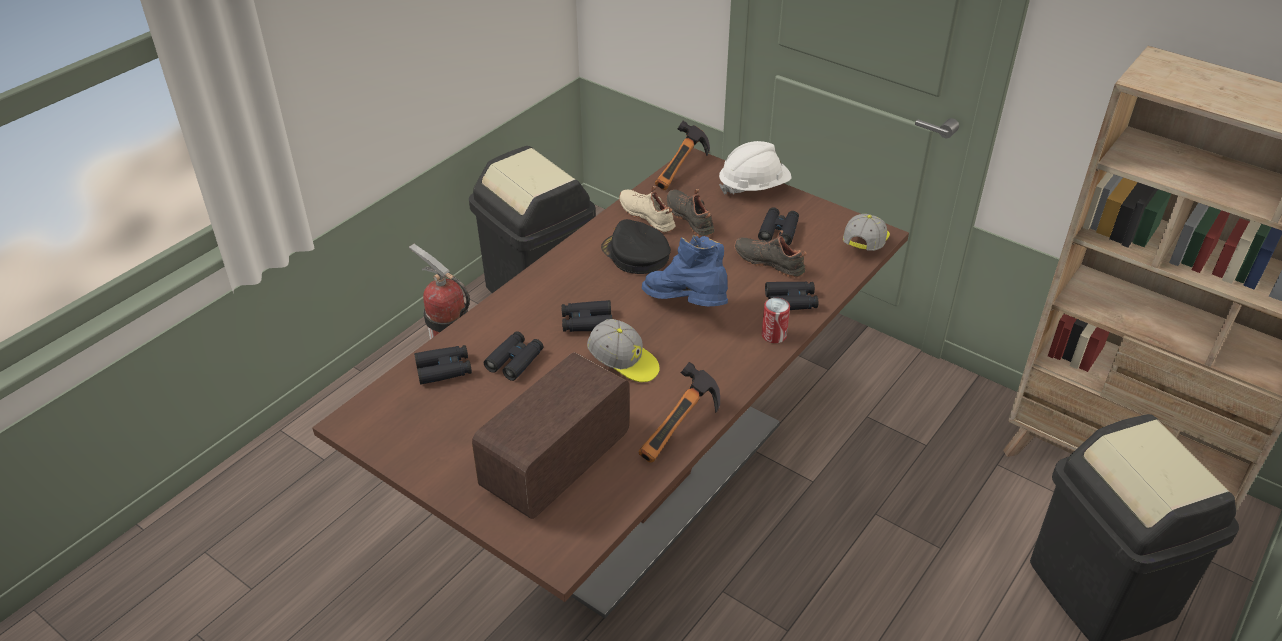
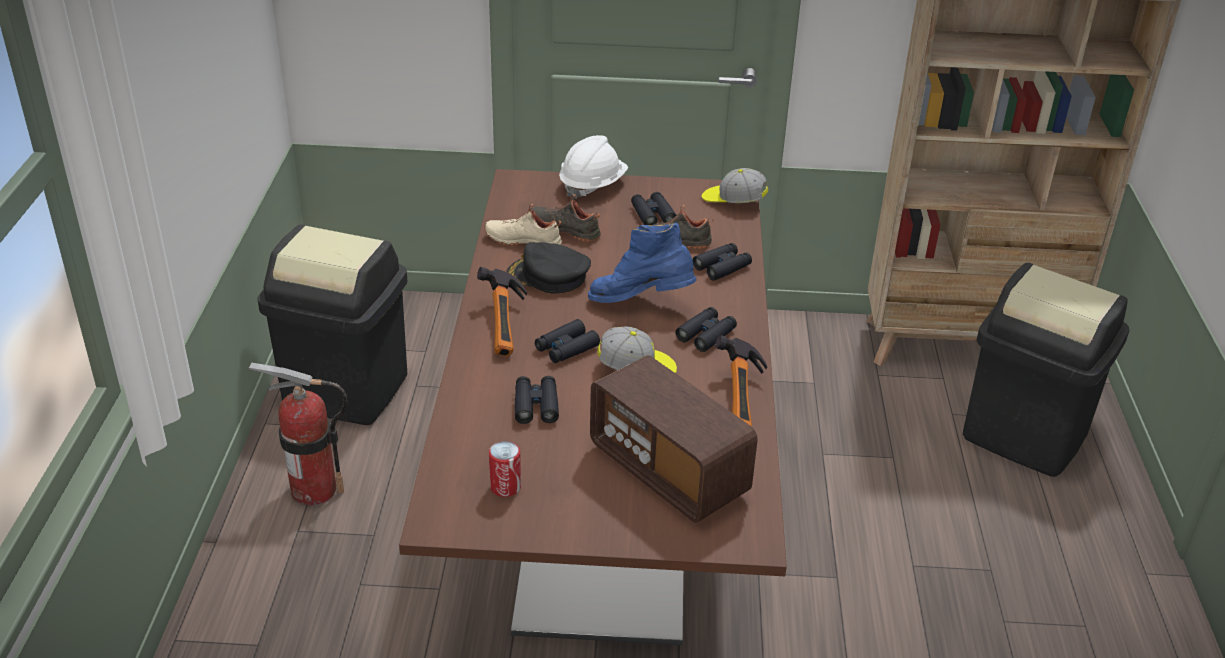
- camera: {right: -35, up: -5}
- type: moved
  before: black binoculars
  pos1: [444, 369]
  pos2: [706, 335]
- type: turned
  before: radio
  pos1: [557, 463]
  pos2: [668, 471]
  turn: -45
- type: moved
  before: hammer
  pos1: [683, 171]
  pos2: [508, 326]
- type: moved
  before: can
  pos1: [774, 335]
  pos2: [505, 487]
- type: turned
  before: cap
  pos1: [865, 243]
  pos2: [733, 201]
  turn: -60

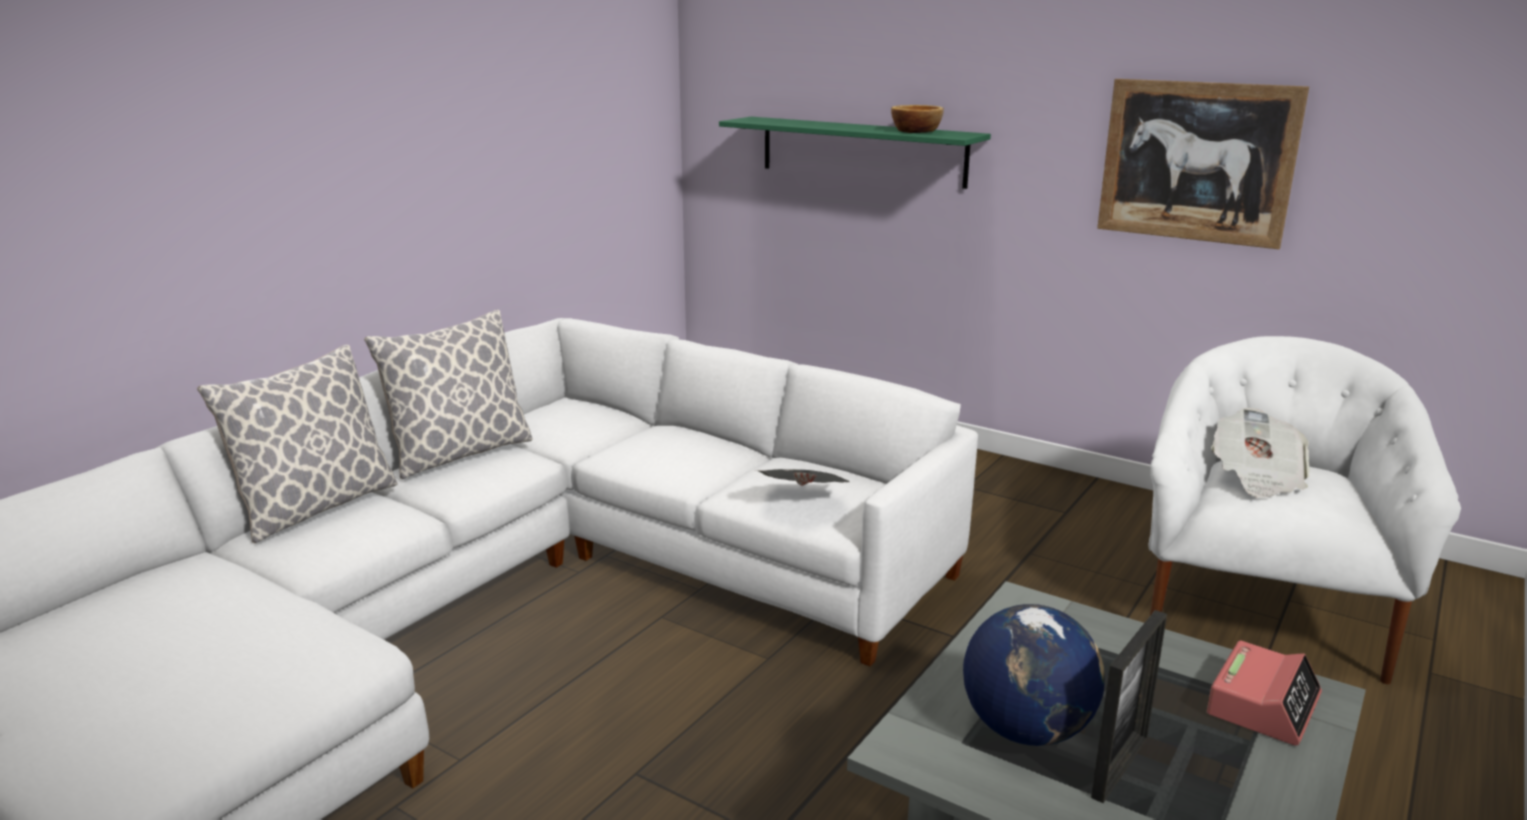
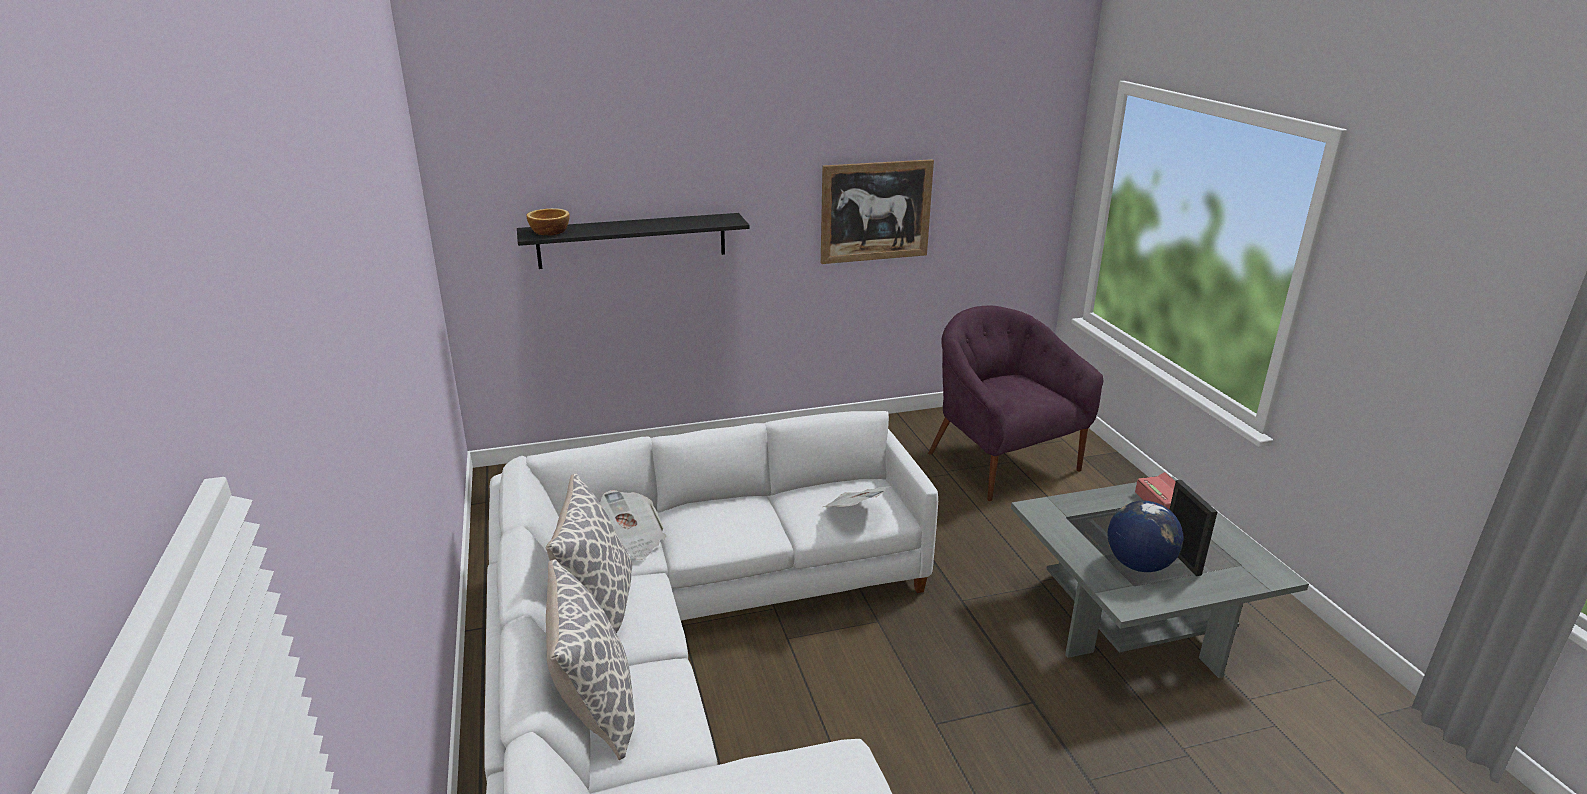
- camera: {right: -50, up: 5}
- type: recoloured
  before: green shelf
  after: black shelf
  pos1: [861, 151]
  pos2: [632, 240]
- type: moved
  before: bowl
  pos1: [915, 131]
  pos2: [549, 231]
- type: recoloured
  before: white armchair
  after: purple armchair
  pos1: [1259, 611]
  pos2: [1001, 461]
- type: moved
  before: newspaper
  pos1: [1256, 478]
  pos2: [631, 540]

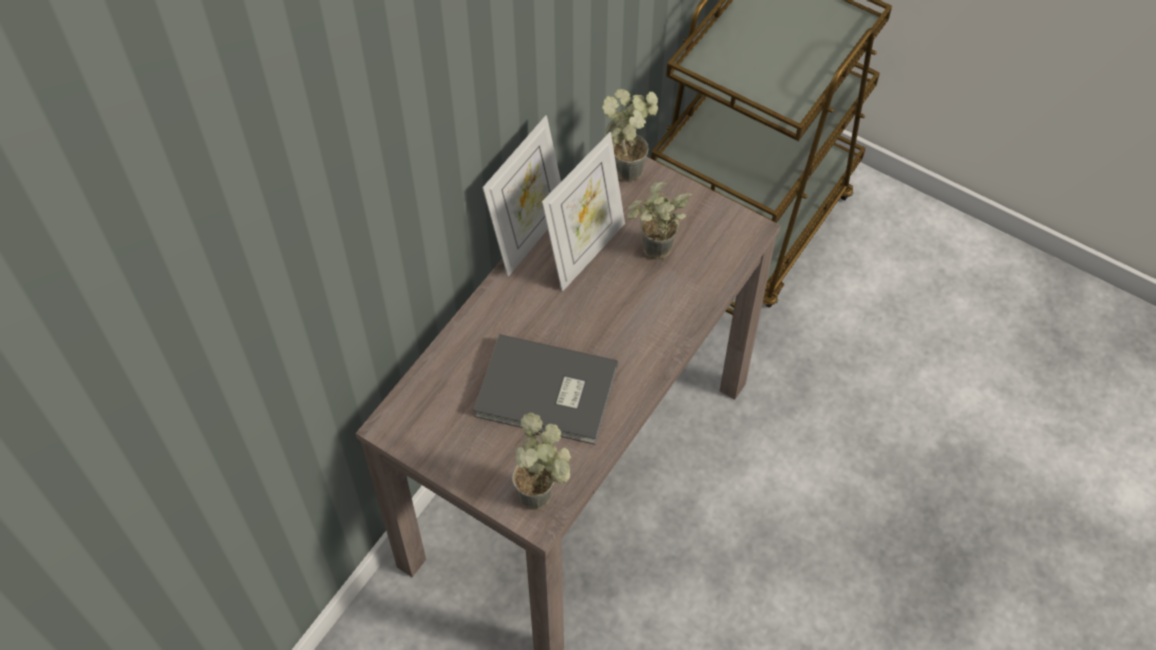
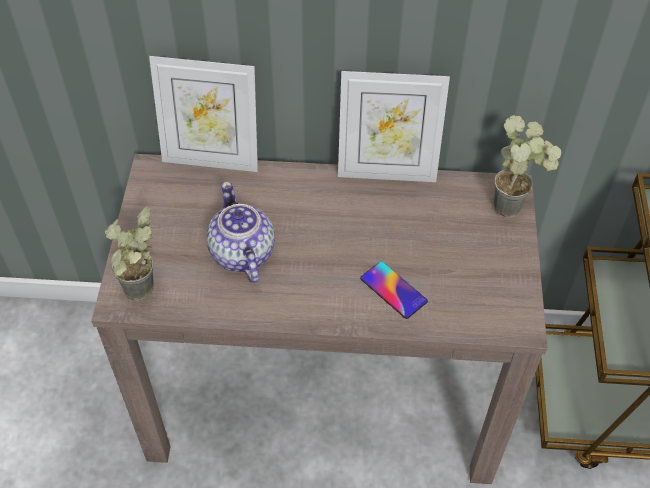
- camera: {right: 60, up: -5}
- type: replaced
  before: grey book
  after: teapot
  pos1: [547, 394]
  pos2: [241, 254]
- type: moved
  before: picture frame
  pos1: [585, 251]
  pos2: [211, 159]
- type: removed
  before: potted plant
  pos1: [652, 255]
- type: added
  after: phone
  pos2: [393, 290]

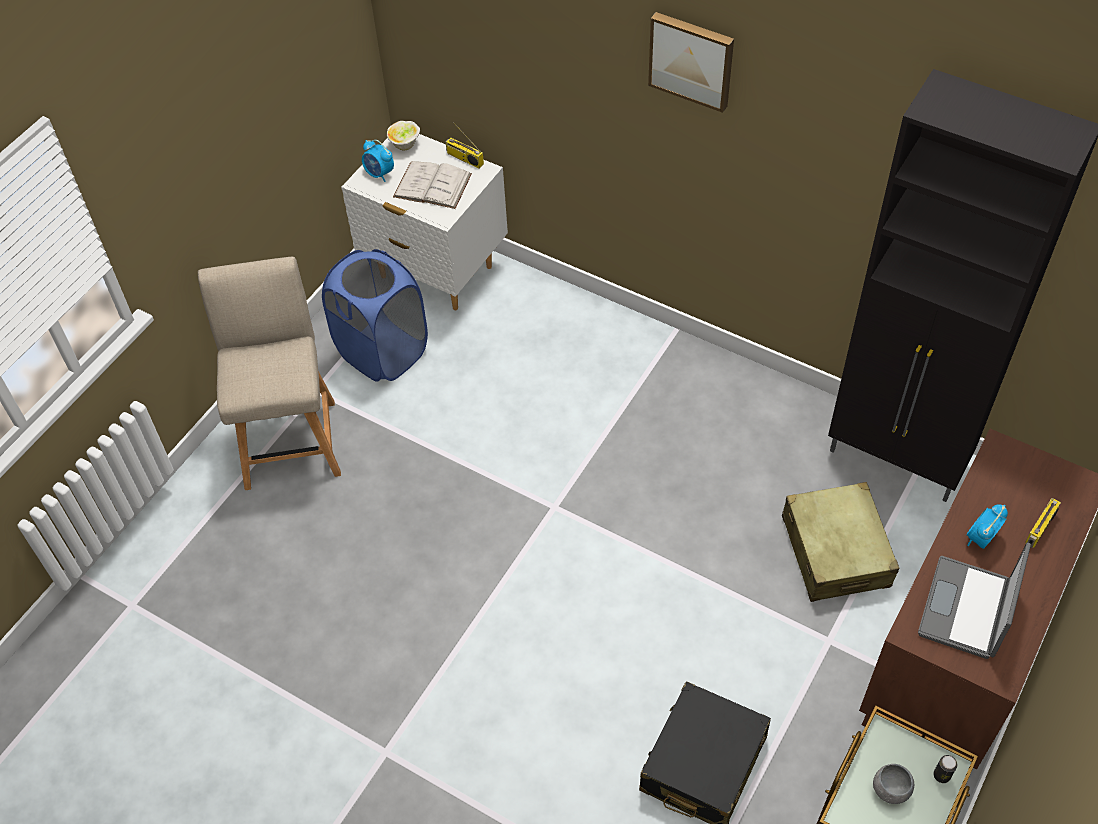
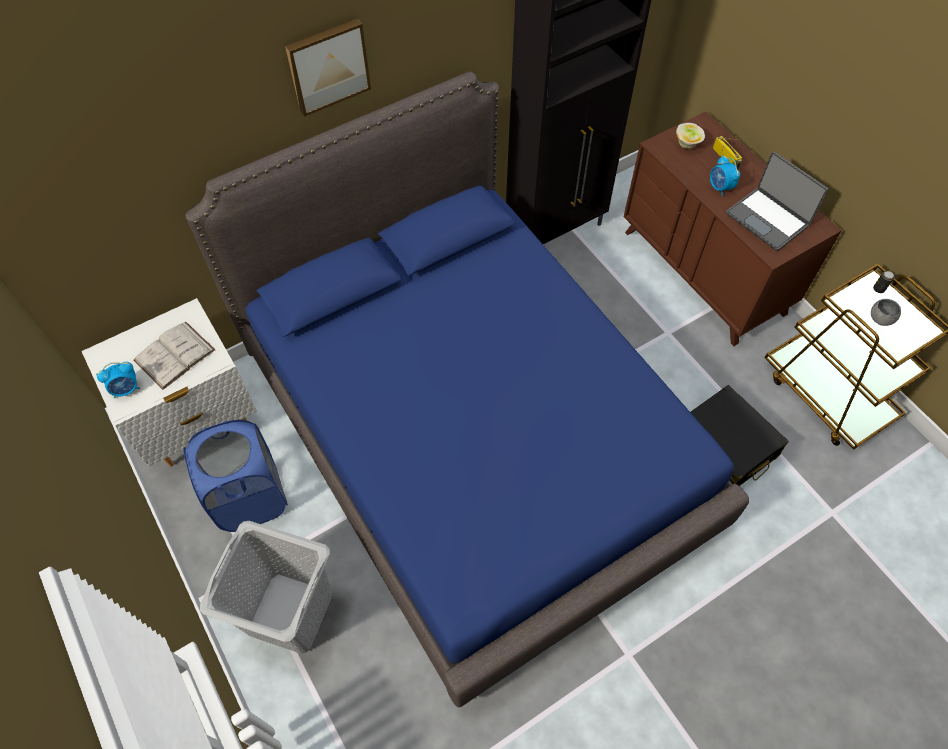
- camera: {right: -65, up: 5}
- type: replaced
  before: beige chair
  after: grey laundry basket
  pos1: [290, 439]
  pos2: [290, 611]
- type: moved
  before: bowl
  pos1: [405, 146]
  pos2: [687, 145]
- type: removed
  before: radio
  pos1: [464, 159]
- type: removed
  before: beige suitcase
  pos1: [835, 551]
- type: added
  after: blue bed
  pos2: [474, 440]

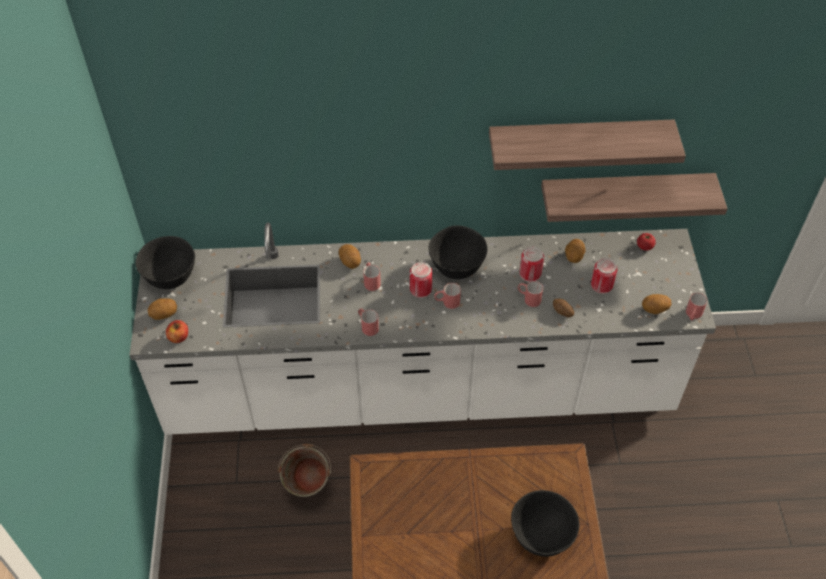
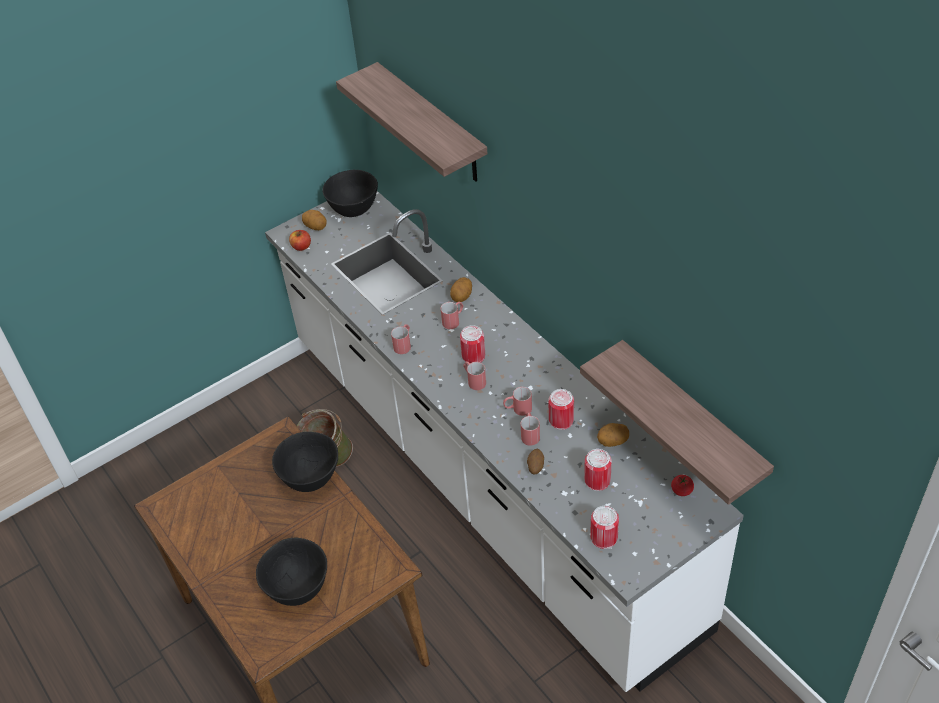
- camera: {right: 60, up: -5}
- type: moved
  before: black bowl
  pos1: [456, 267]
  pos2: [311, 477]
- type: moved
  before: shelf
  pos1: [578, 142]
  pos2: [432, 124]
- type: replaced
  before: potato
  after: can
  pos1: [654, 310]
  pos2: [604, 537]
- type: moved
  before: red mug
  pos1: [692, 315]
  pos2: [517, 409]

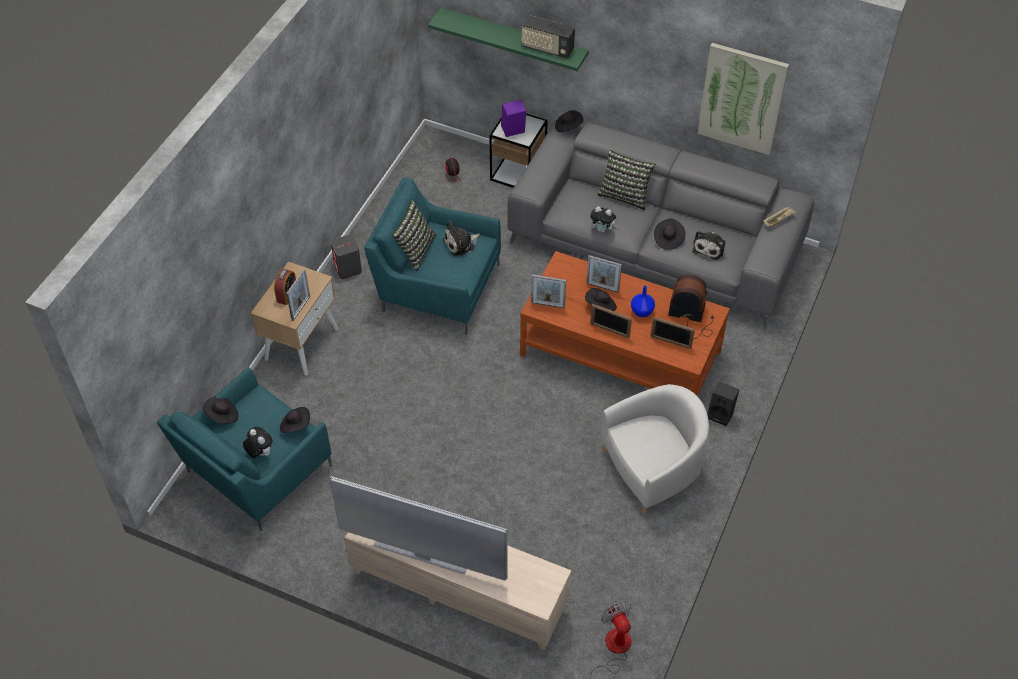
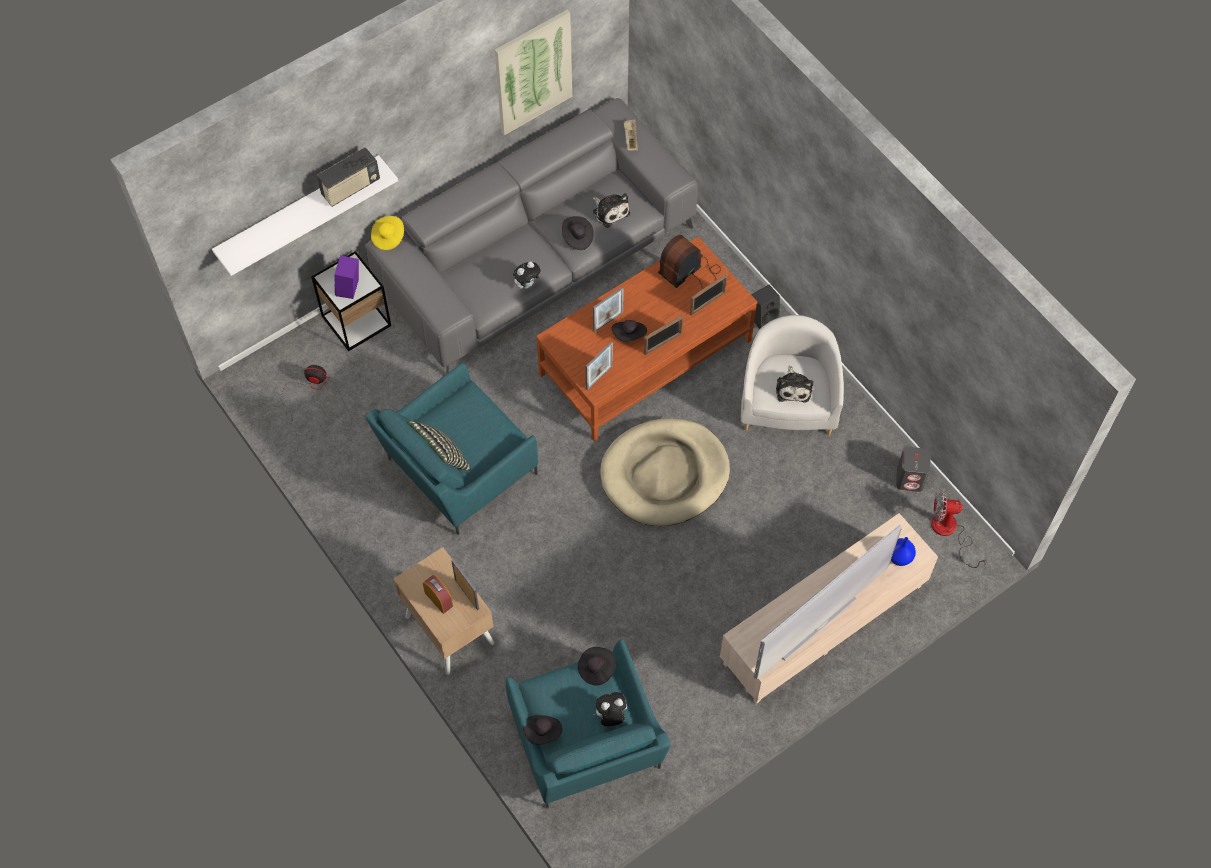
- camera: {right: -60, up: 10}
- type: moved
  before: grey speaker
  pos1: [348, 269]
  pos2: [910, 479]
- type: recoloured
  before: green shelf
  after: white shelf
  pos1: [513, 39]
  pos2: [299, 211]
- type: moved
  before: plush toy
  pos1: [461, 244]
  pos2: [793, 388]
- type: recoloured
  before: black hat
  after: yellow hat
  pos1: [568, 127]
  pos2: [388, 237]
- type: removed
  before: pillow
  pos1: [625, 195]
- type: moved
  before: blue vase
  pos1: [641, 312]
  pos2: [899, 558]
- type: added
  after: beige dog bed
  pos2: [665, 474]

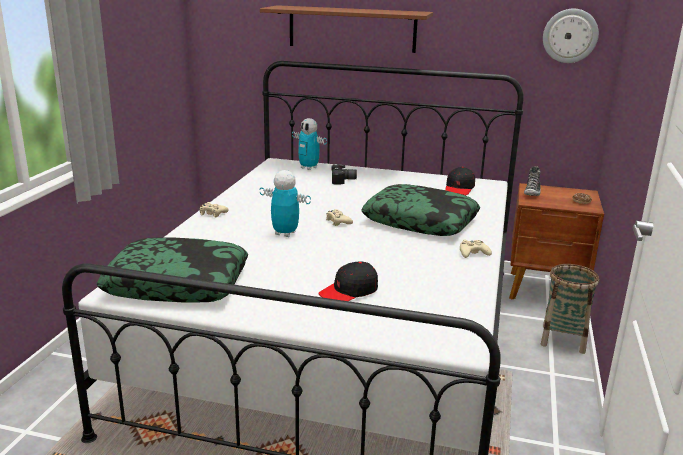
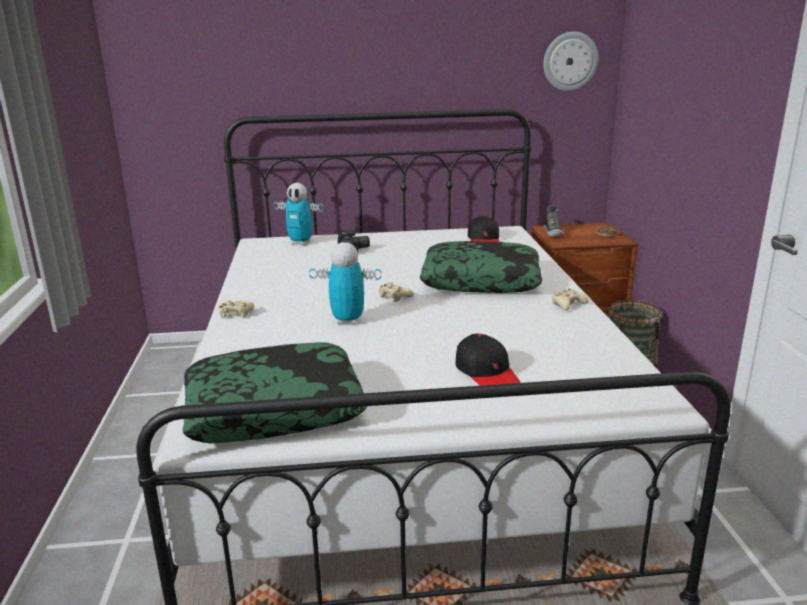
- camera: {right: -20, up: 0}
- type: removed
  before: brown shelf
  pos1: [352, 29]
- type: turned
  before: black cap
  pos1: [349, 291]
  pos2: [487, 372]
  turn: -60

